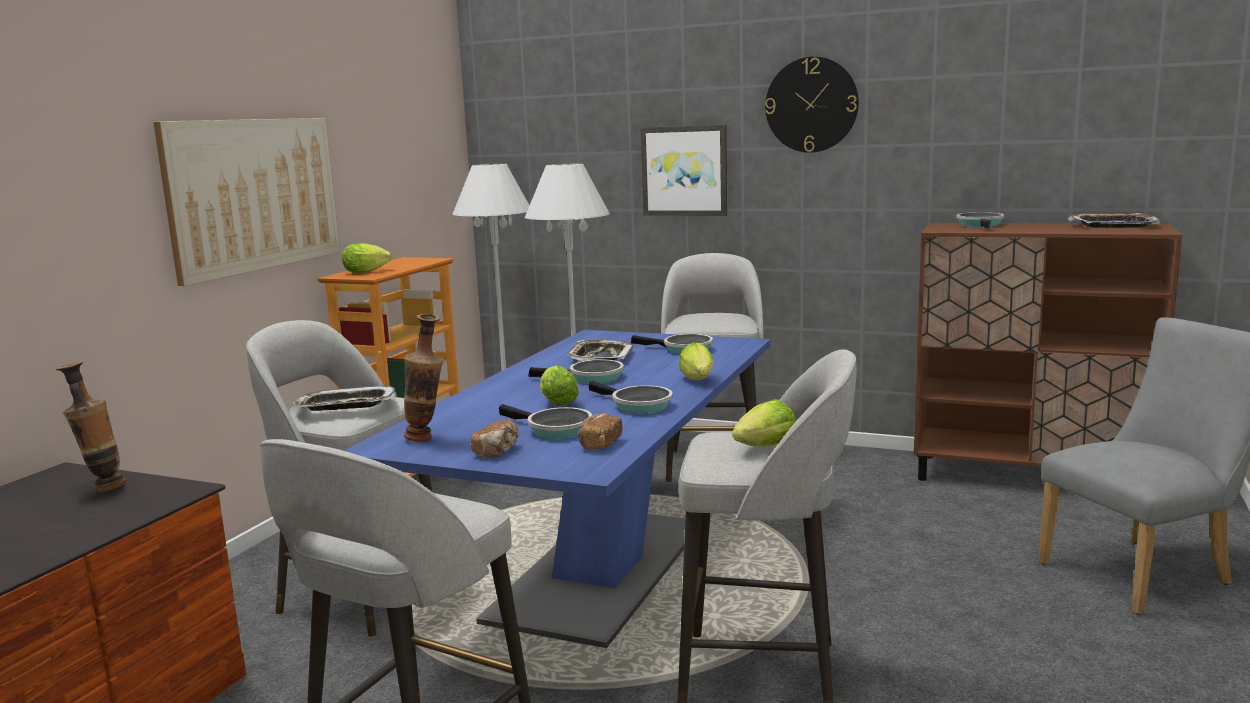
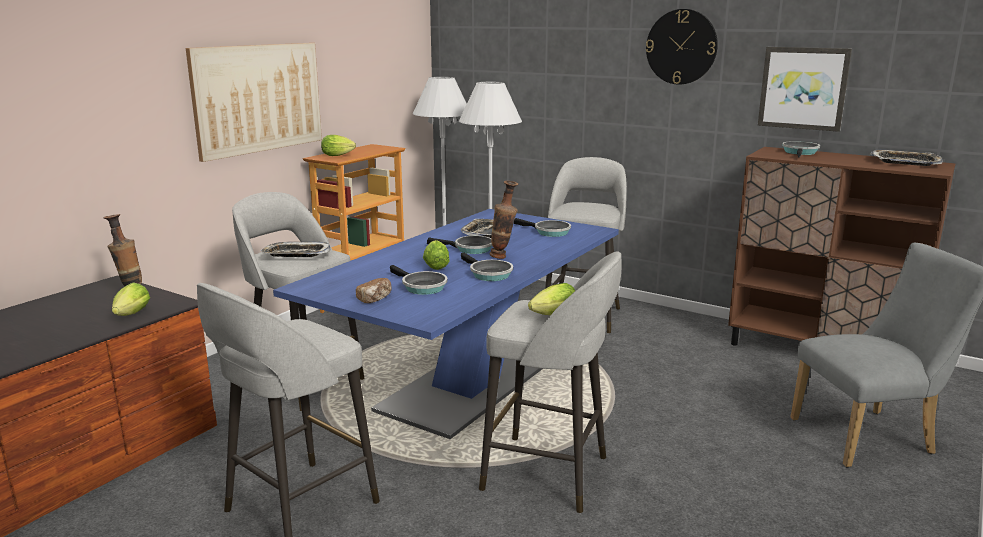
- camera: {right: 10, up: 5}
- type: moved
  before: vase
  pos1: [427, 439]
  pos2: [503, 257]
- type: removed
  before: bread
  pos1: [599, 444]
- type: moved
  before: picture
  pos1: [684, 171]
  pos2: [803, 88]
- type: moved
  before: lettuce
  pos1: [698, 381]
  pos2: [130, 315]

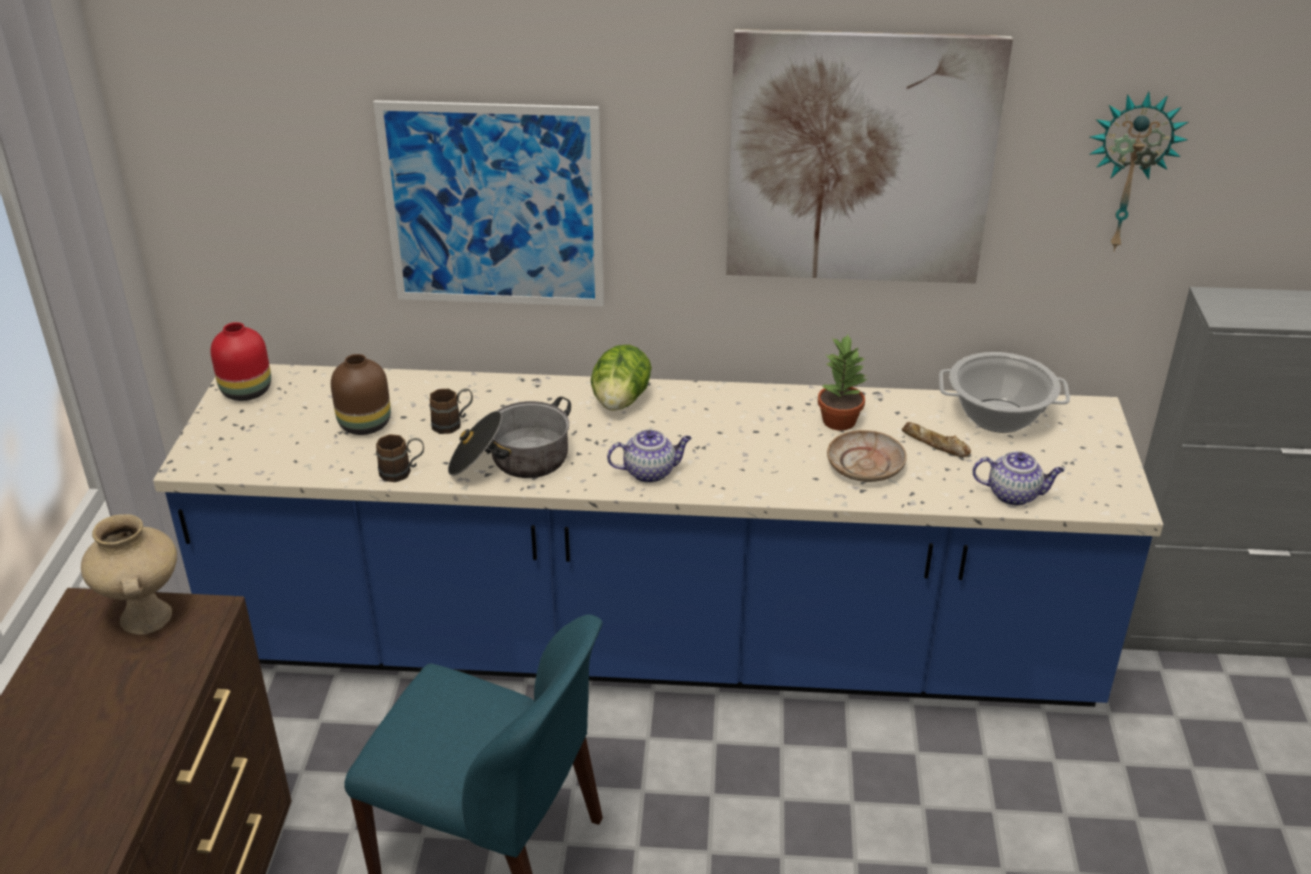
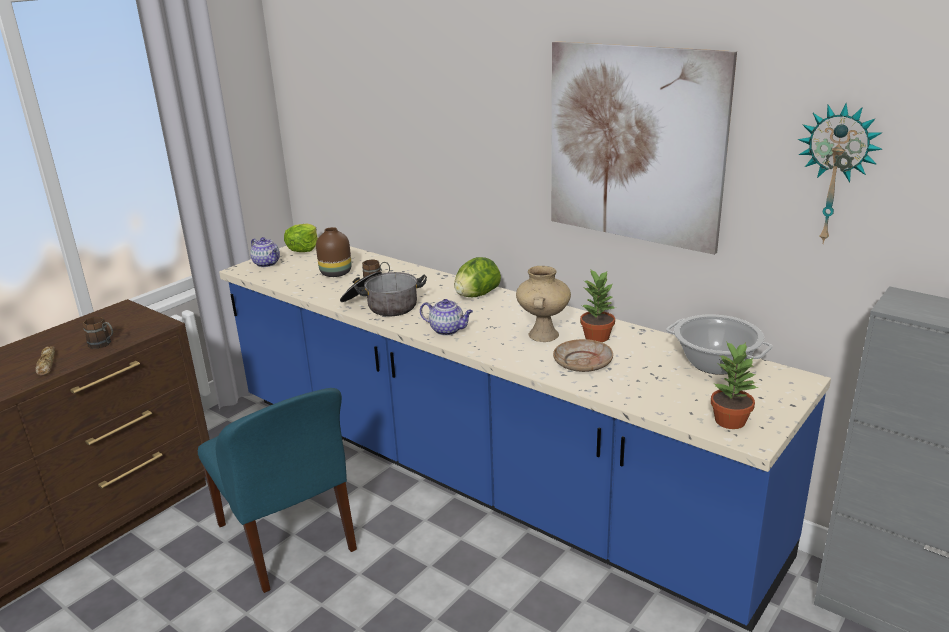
- camera: {right: 35, up: -10}
- type: moved
  before: beige vase
  pos1: [144, 616]
  pos2: [543, 334]
- type: replaced
  before: red vase
  after: lettuce
  pos1: [245, 392]
  pos2: [303, 248]
- type: removed
  before: picture
  pos1: [493, 206]
- type: moved
  before: brown mug
  pos1: [402, 472]
  pos2: [103, 344]
- type: moved
  before: bread
  pos1: [935, 444]
  pos2: [46, 364]
- type: moved
  before: teapot
  pos1: [1014, 495]
  pos2: [267, 264]
- type: added
  after: potted plant
  pos2: [730, 420]

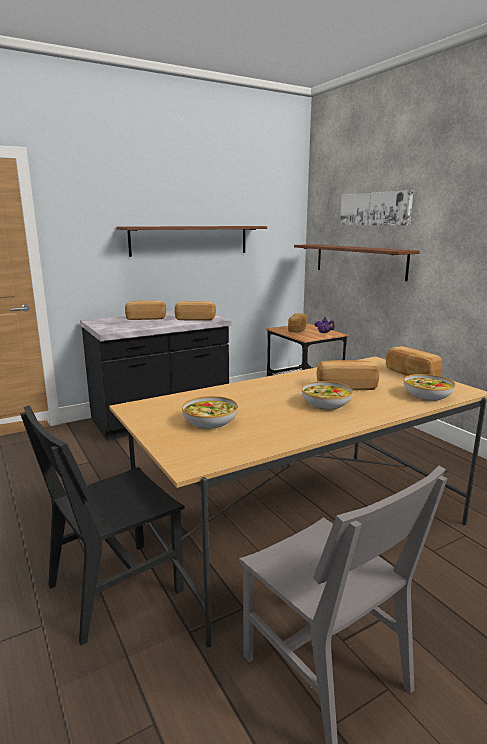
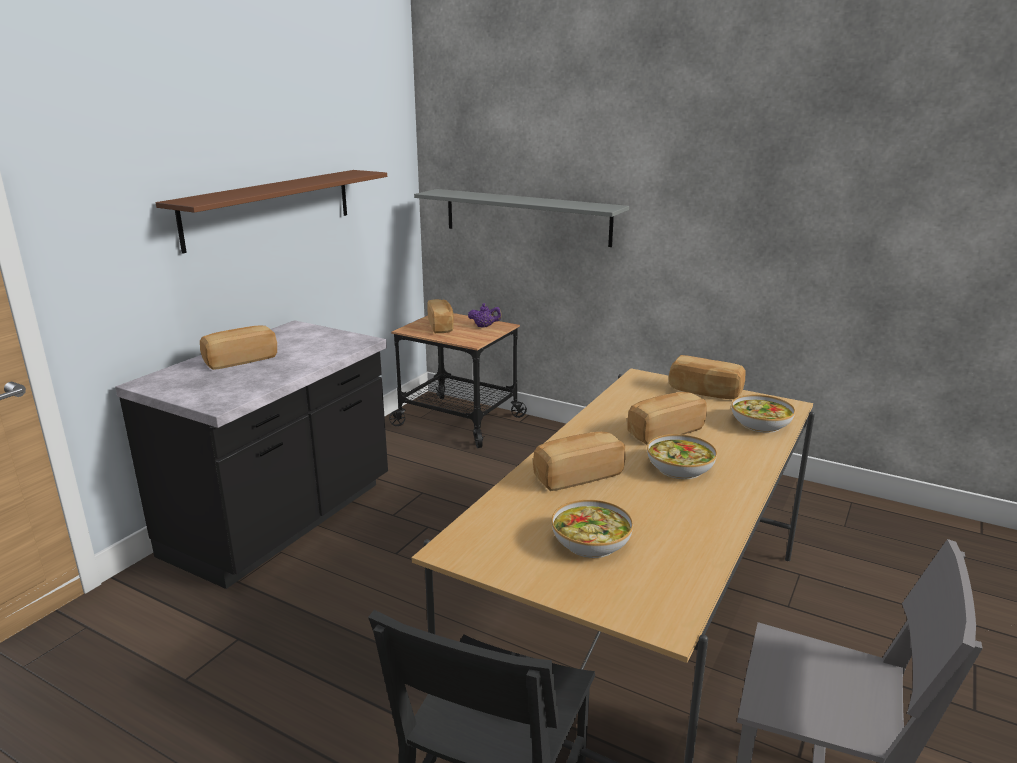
- camera: {right: -30, up: 5}
- type: moved
  before: bread
  pos1: [195, 319]
  pos2: [577, 476]
- type: recoloured
  before: brown shelf
  after: grey shelf
  pos1: [359, 261]
  pos2: [526, 217]
- type: removed
  before: picture
  pos1: [375, 209]

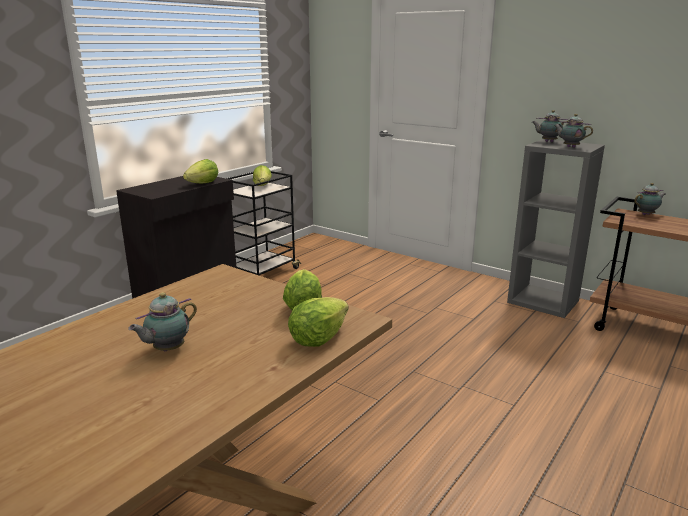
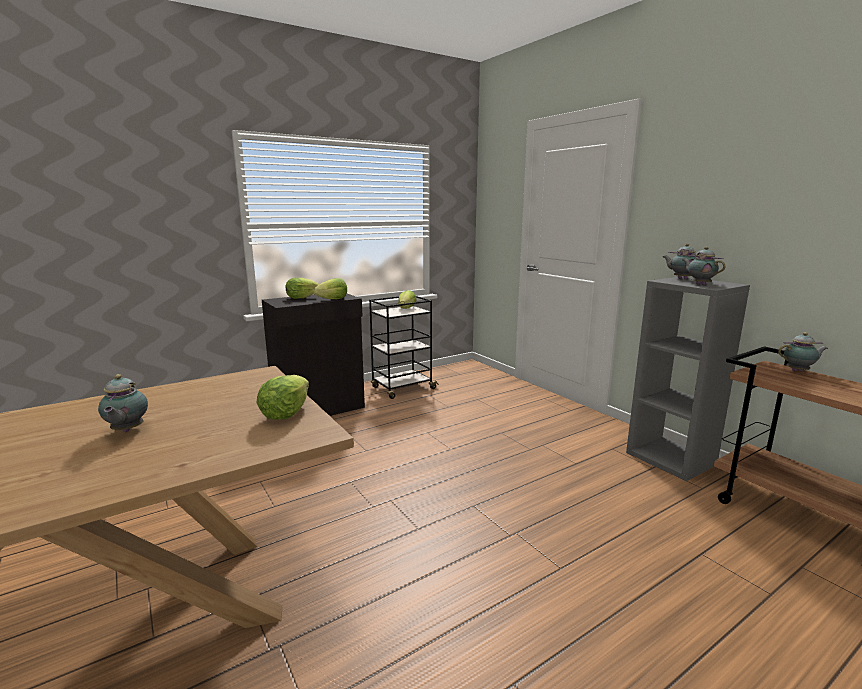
- camera: {right: 20, up: -5}
- type: turned
  before: teapot
  pos1: [167, 350]
  pos2: [126, 431]
  turn: -75
- type: moved
  before: lettuce
  pos1: [318, 338]
  pos2: [301, 298]

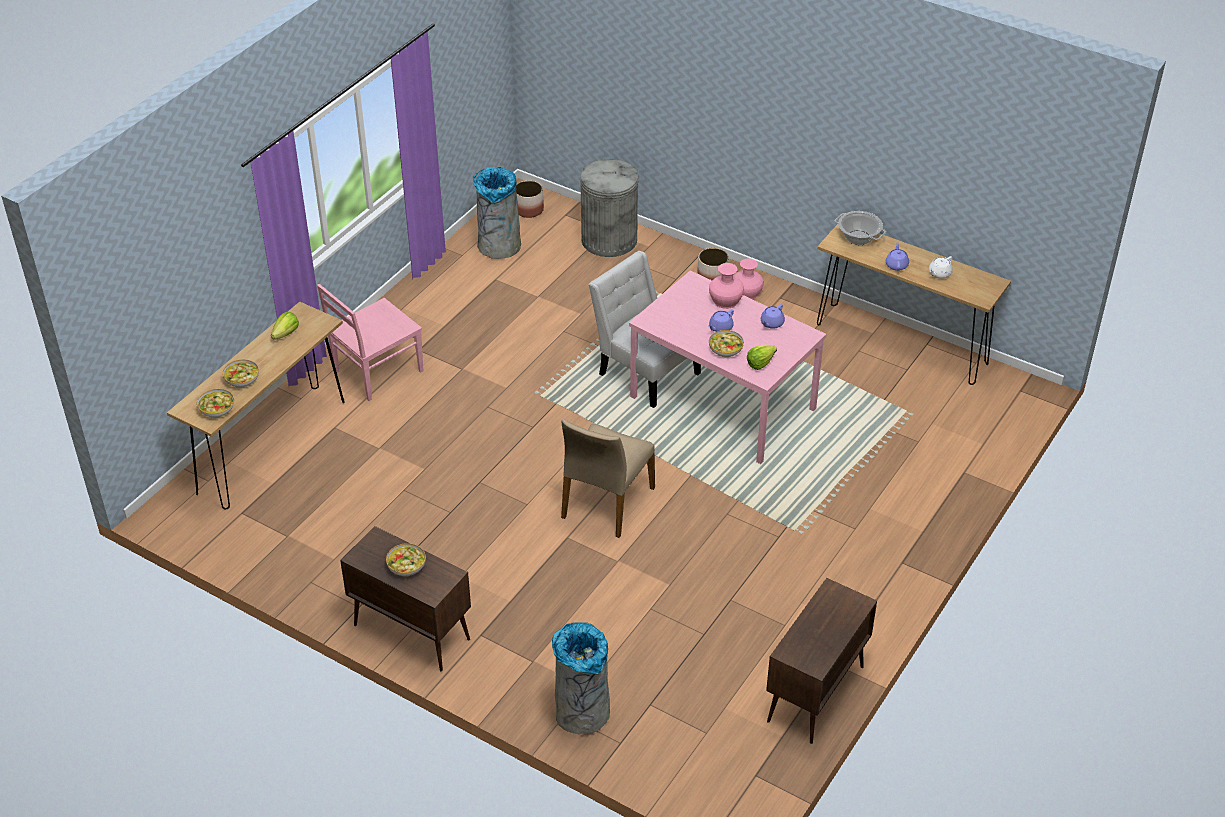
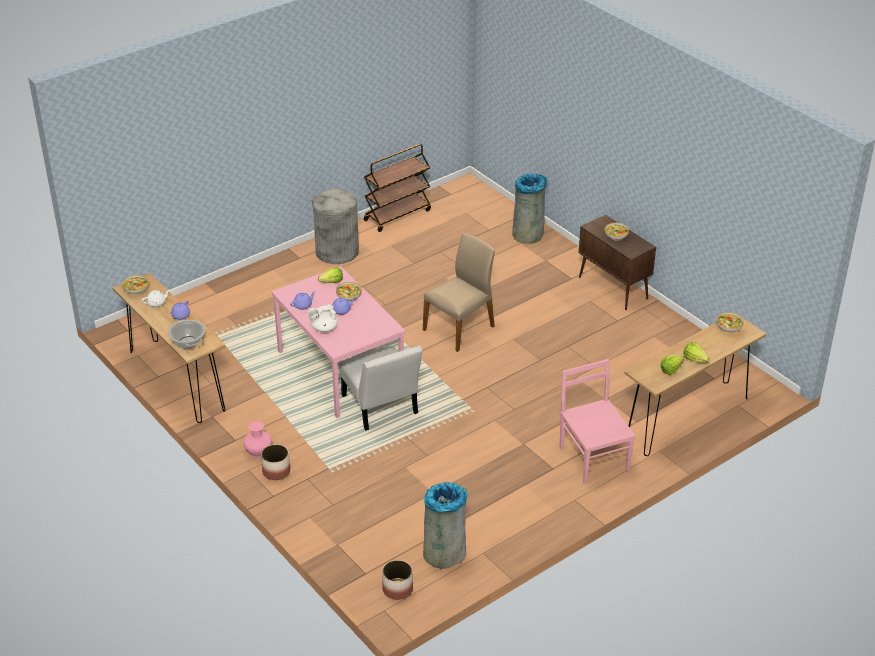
- camera: {right: -160, up: -5}
- type: moved
  before: bowl
  pos1: [242, 379]
  pos2: [136, 289]
- type: turned
  before: pink chair
  pos1: [376, 372]
  pos2: [593, 457]
  turn: -90
- type: moved
  before: grey trash can
  pos1: [609, 240]
  pos2: [337, 252]
- type: replaced
  before: pink vase
  after: white teapot
  pos1: [725, 301]
  pos2: [323, 328]
- type: replaced
  before: brown cabinet
  after: brown cart
  pos1: [815, 695]
  pos2: [397, 215]
- type: added
  after: lettuce
  pos2: [695, 359]

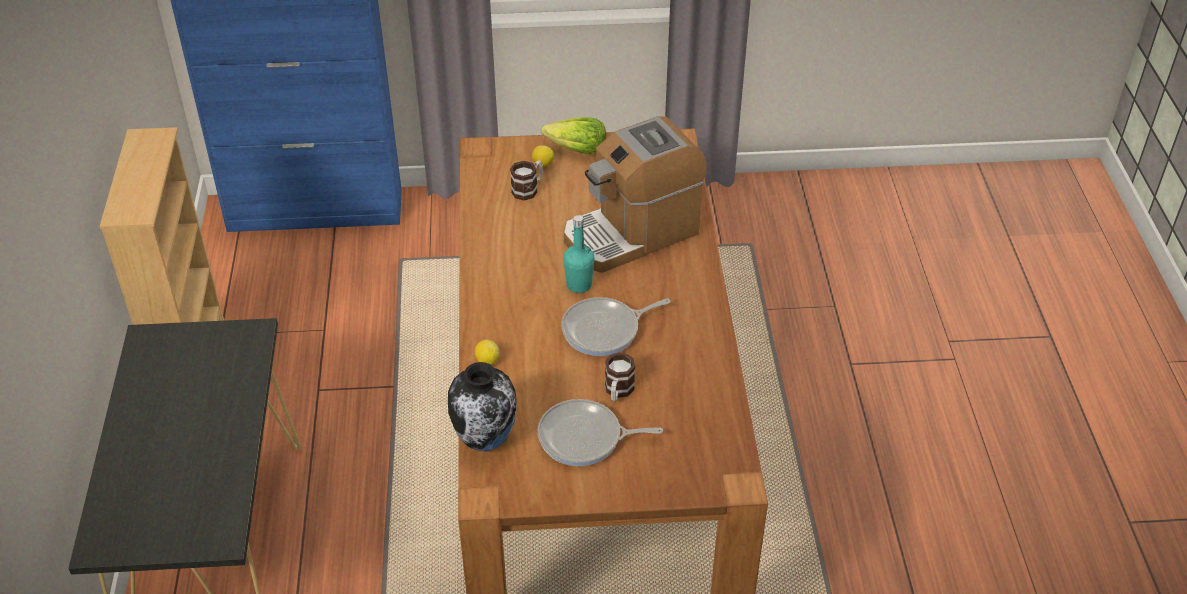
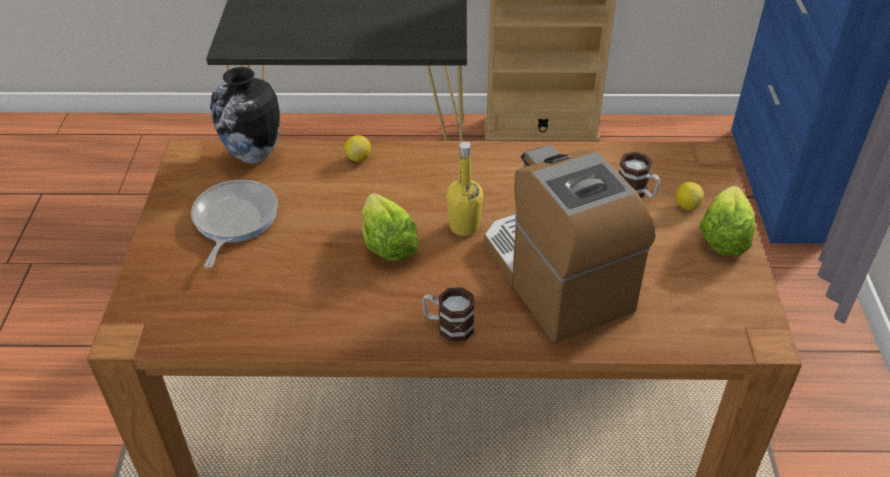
- camera: {right: 95, up: 0}
- type: replaced
  before: frying pan
  after: lettuce
  pos1: [605, 330]
  pos2: [387, 243]
- type: recoloured
  before: turquoise bottle
  after: yellow bottle
  pos1: [579, 285]
  pos2: [464, 226]
- type: moved
  before: mug
  pos1: [618, 391]
  pos2: [448, 326]

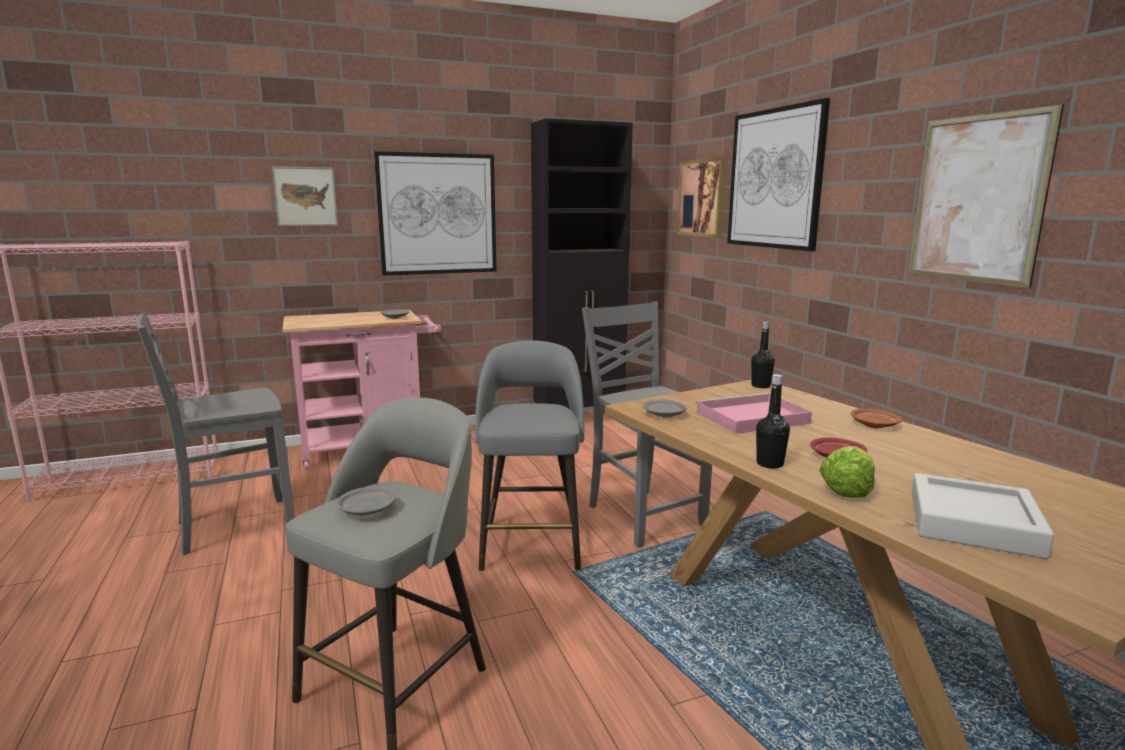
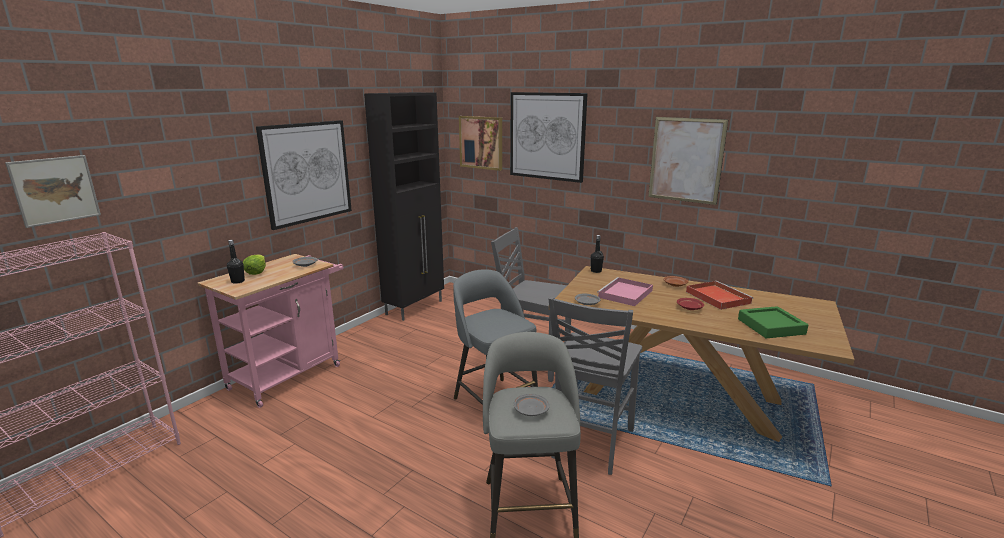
- camera: {right: -35, up: 5}
- type: moved
  before: grey chair
  pos1: [233, 526]
  pos2: [590, 443]
- type: moved
  before: picture
  pos1: [305, 196]
  pos2: [55, 190]
- type: moved
  before: black bottle
  pos1: [769, 464]
  pos2: [238, 281]
- type: moved
  before: lettuce
  pos1: [846, 489]
  pos2: [256, 272]
- type: recoloured
  before: grey tray
  after: green tray
  pos1: [973, 524]
  pos2: [771, 326]
- type: added
  after: red tray
  pos2: [716, 297]

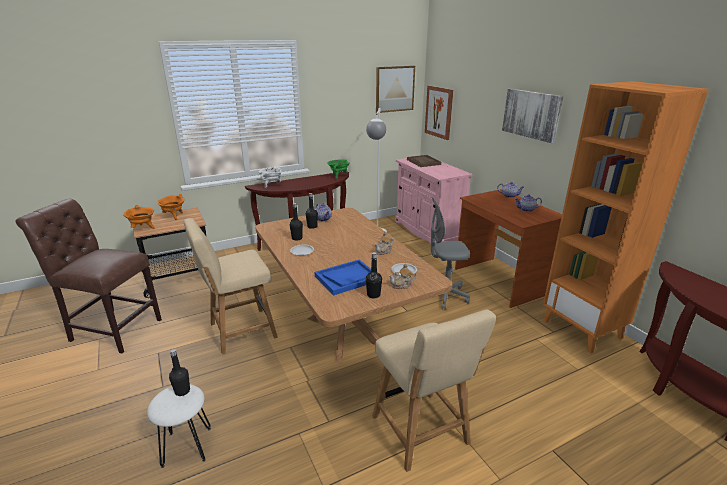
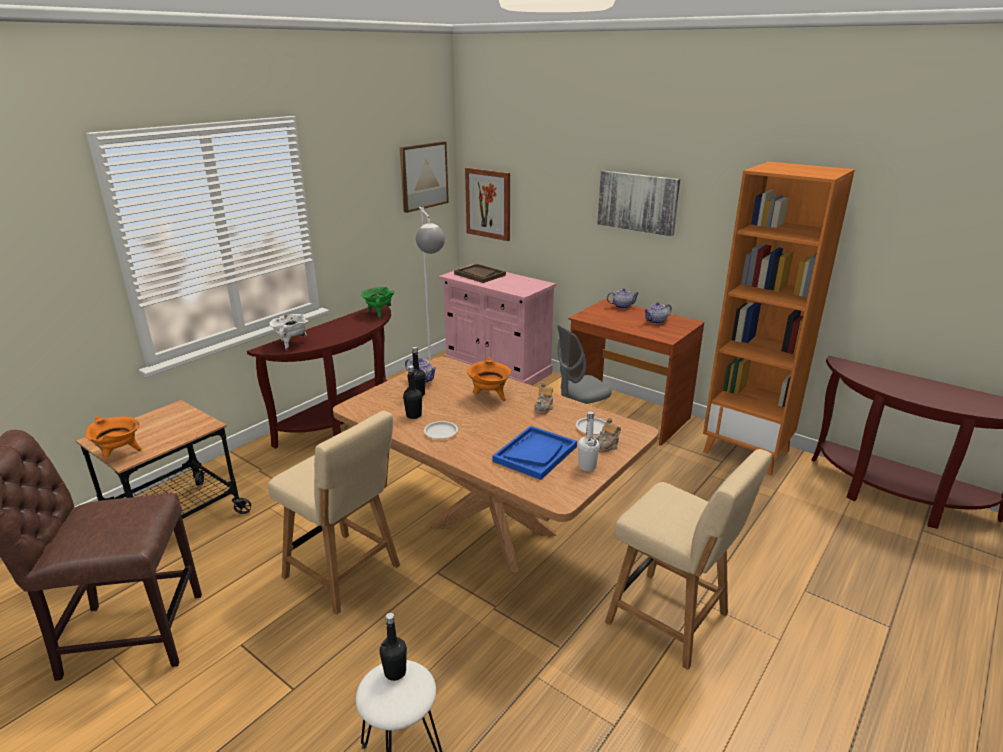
- camera: {right: -25, up: 0}
- type: moved
  before: orange cooking pot
  pos1: [174, 216]
  pos2: [490, 397]
- type: turned
  before: beige chair
  pos1: [239, 331]
  pos2: [345, 574]
  turn: -90
- type: recoloured
  before: black bottle
  after: white bottle
  pos1: [373, 295]
  pos2: [587, 466]

